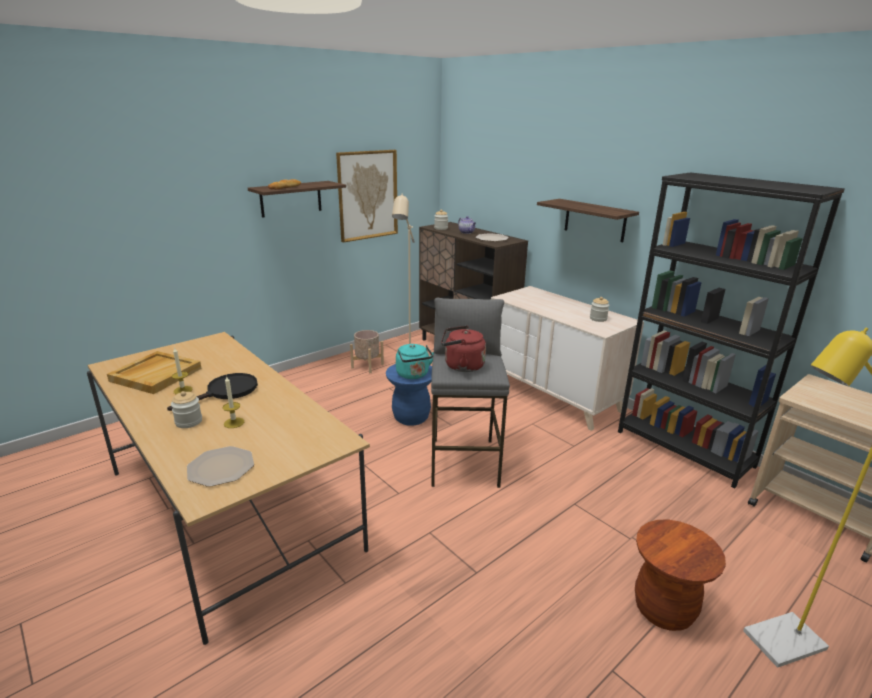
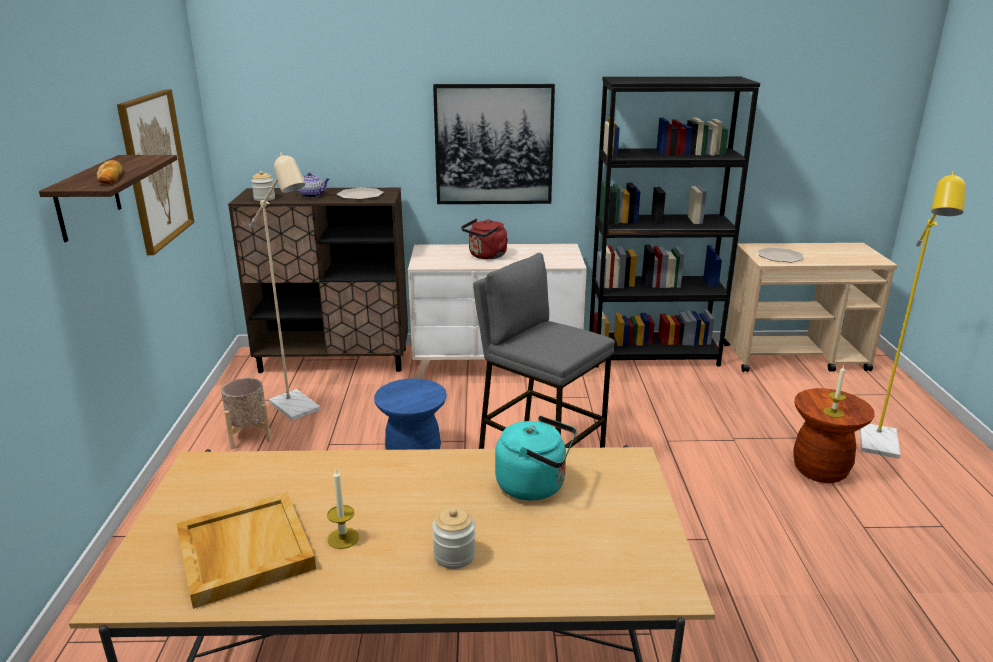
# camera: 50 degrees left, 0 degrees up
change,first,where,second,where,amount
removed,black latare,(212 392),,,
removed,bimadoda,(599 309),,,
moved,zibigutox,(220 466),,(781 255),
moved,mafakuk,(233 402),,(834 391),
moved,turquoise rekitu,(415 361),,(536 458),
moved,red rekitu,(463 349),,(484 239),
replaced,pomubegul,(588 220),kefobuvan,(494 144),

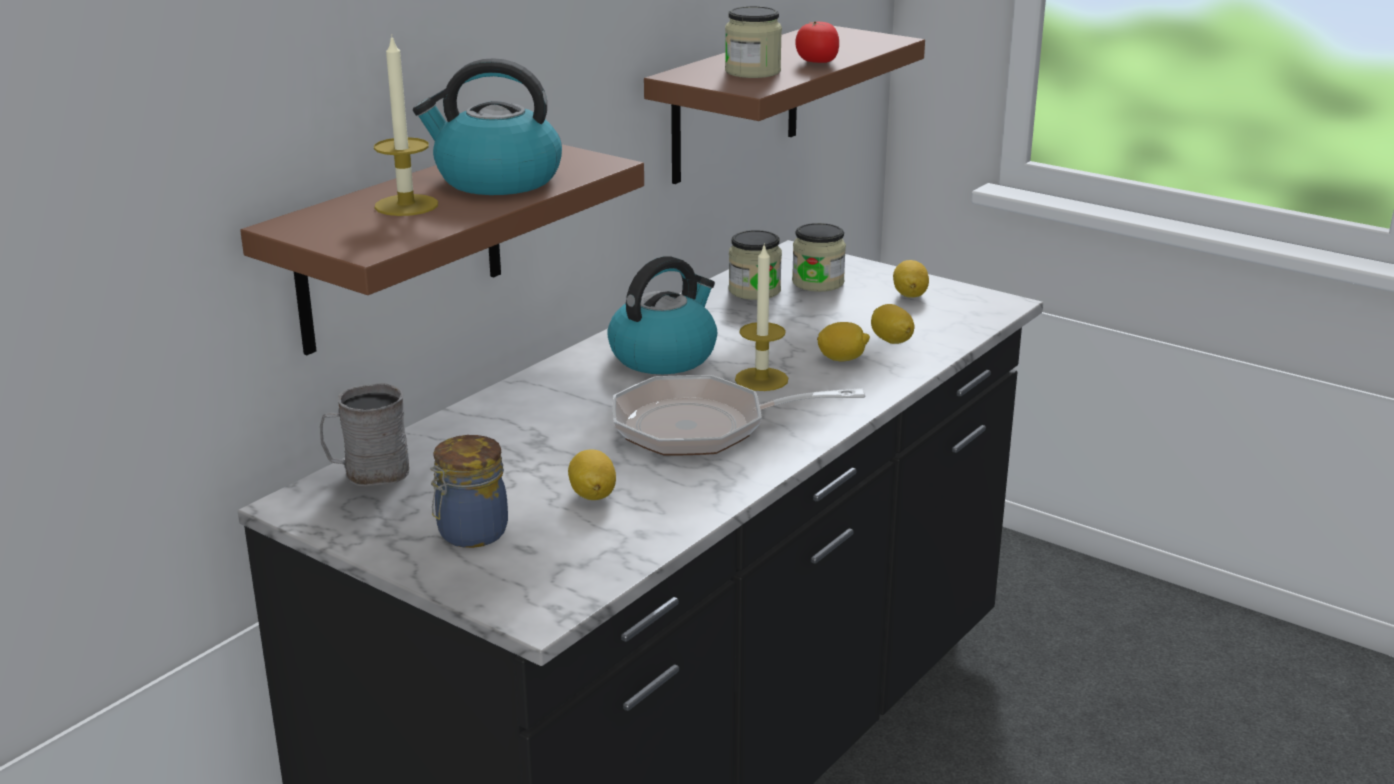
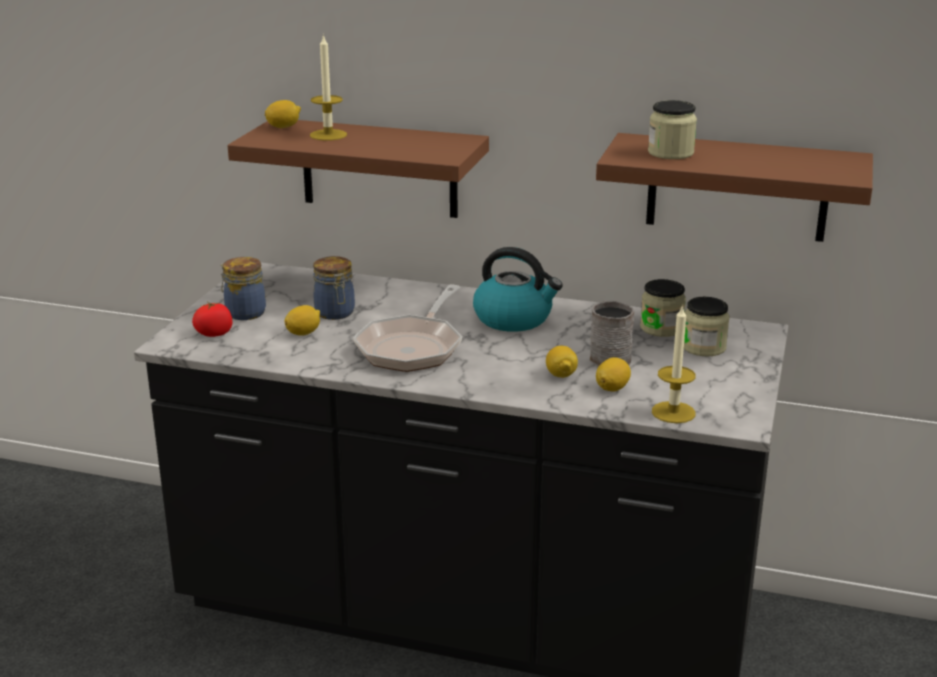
# camera: 70 degrees right, 0 degrees up
change,first,where,second,where,amount
removed,rekitu,(487 126),,,
added,,,bimadoda,(334 288),
moved,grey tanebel,(365 434),,(612 334),
moved,mafakuk,(761 317),,(674 363),
moved,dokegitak,(817 42),,(212 319),
moved,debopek,(911 279),,(283 114),
turned,latare,(739 415),,(407 328),135 degrees counterclockwise

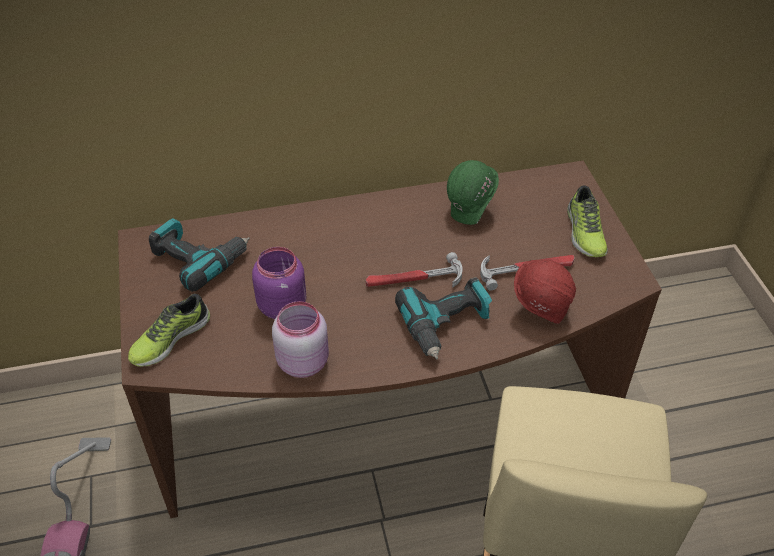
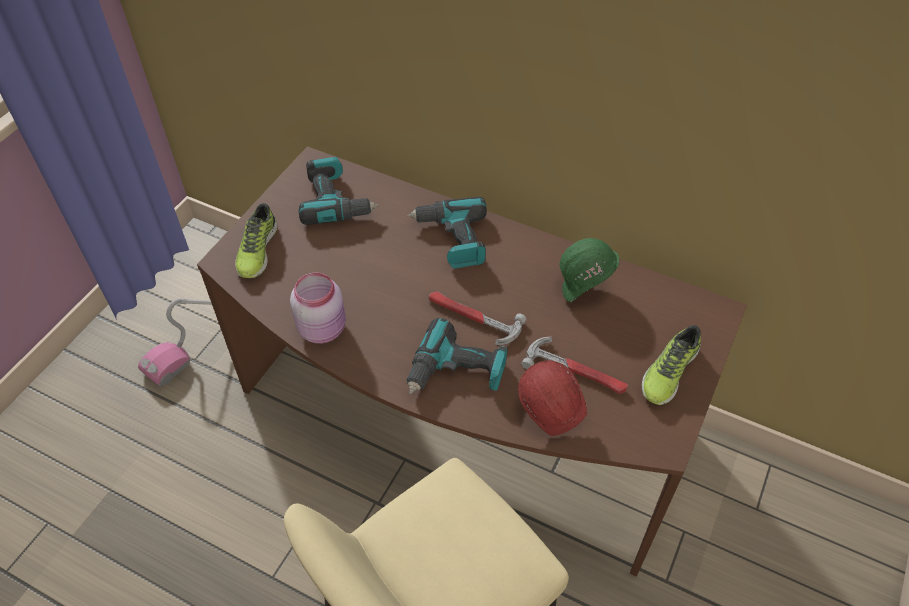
# camera: 40 degrees right, 5 degrees up
change,first,where,second,where,amount
removed,purple bimadoda,(279 283),,,
added,,,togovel,(447 233),
turned,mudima,(169 330),,(256 240),75 degrees counterclockwise

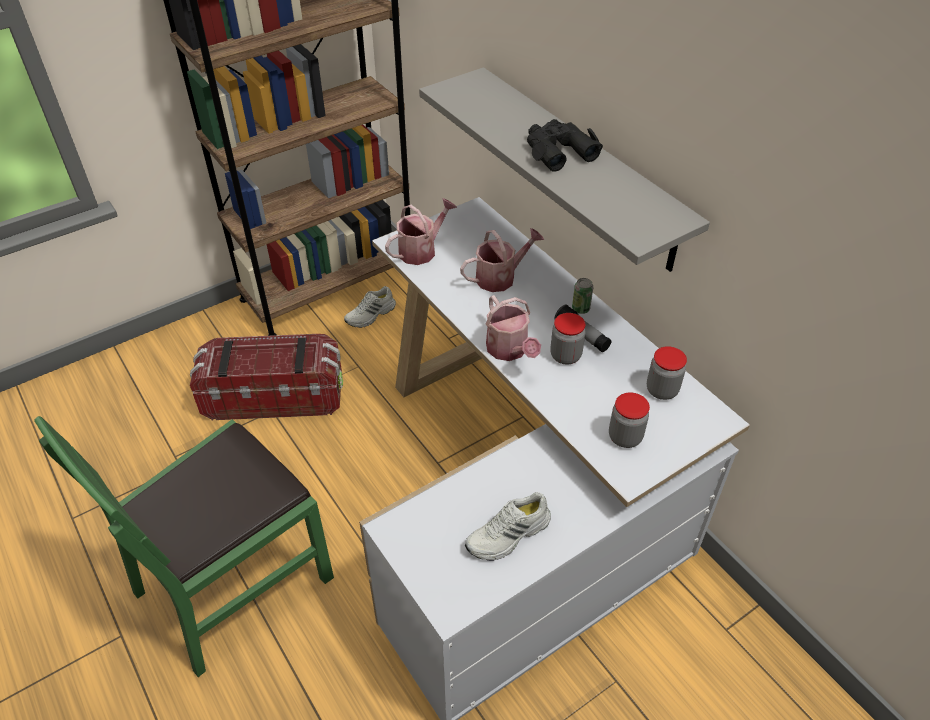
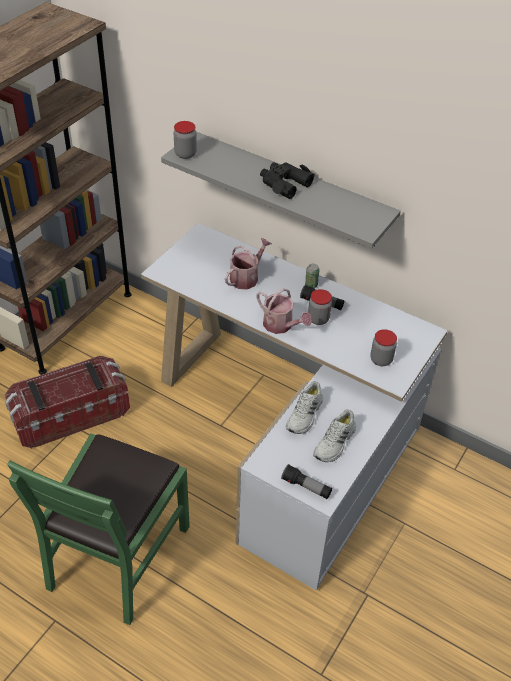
# camera: 25 degrees left, 0 degrees up
change,first,where,second,where,amount
removed,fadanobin,(421 231),,,
added,,,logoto,(306 481),
moved,white mudima,(370 307),,(304 407),
moved,bimadoda,(667 373),,(185 140),

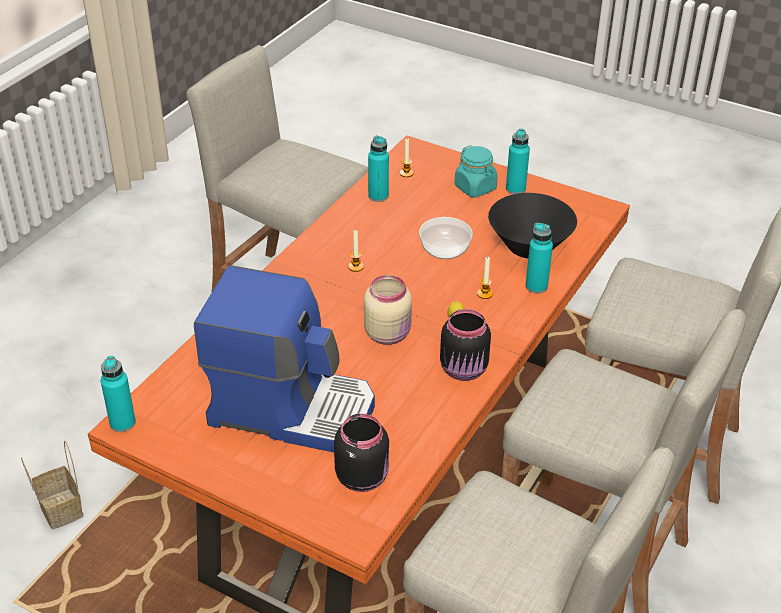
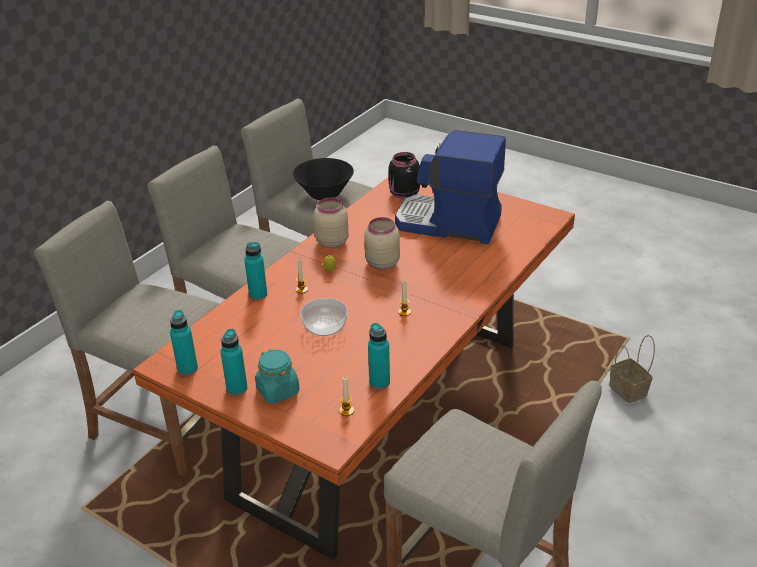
# camera: 175 degrees left, 5 degrees down
change,first,where,second,where,amount
moved,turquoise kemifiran,(118 394),,(184 343),
moved,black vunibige,(532 225),,(323 179),
recoloured,black bimadoda,(465 345),beige bimadoda,(331 223),

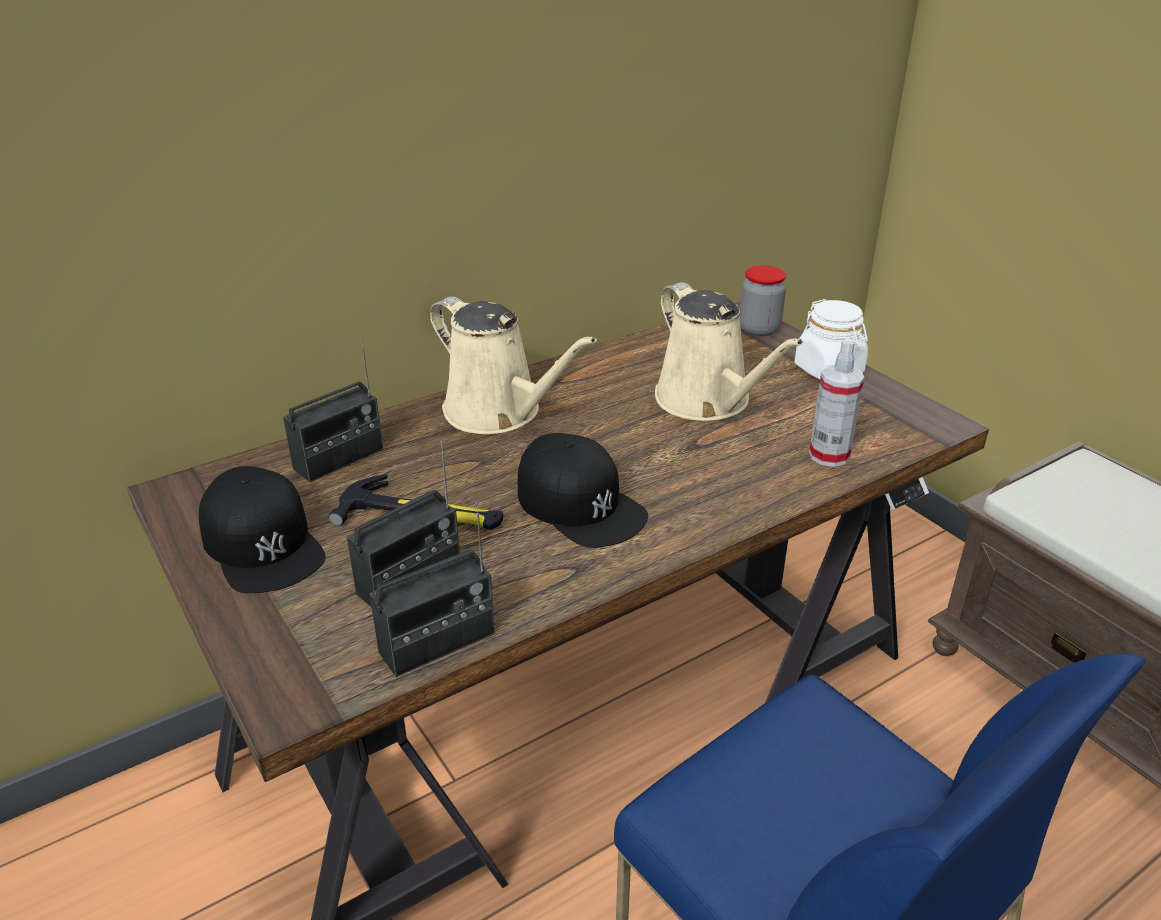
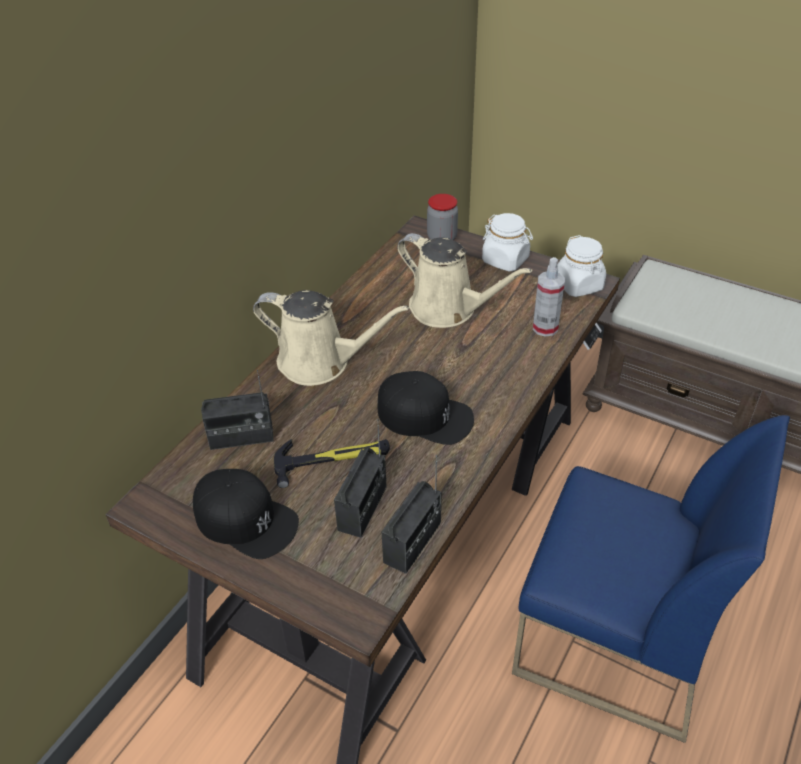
# camera: 25 degrees left, 10 degrees up
change,first,where,second,where,amount
added,,,white bimadoda,(581 266),
turned,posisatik,(333 408),,(237 410),60 degrees clockwise

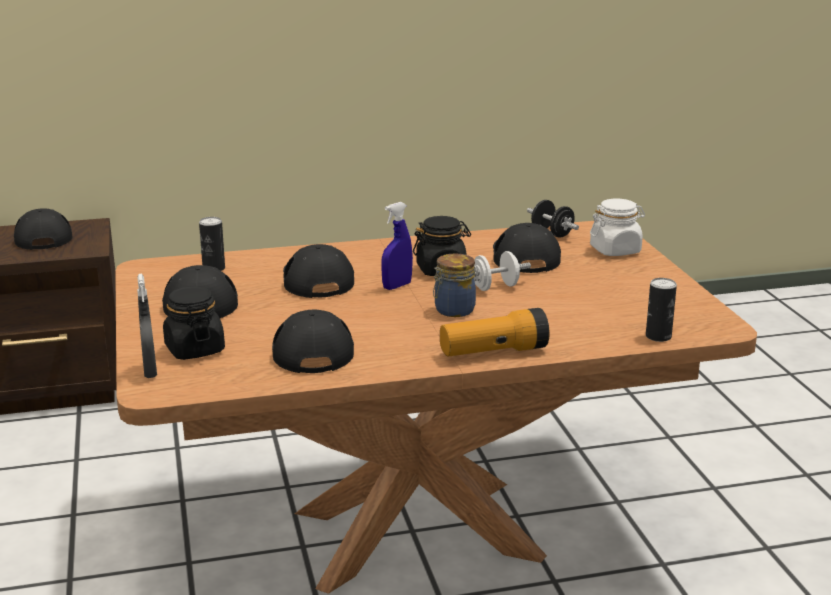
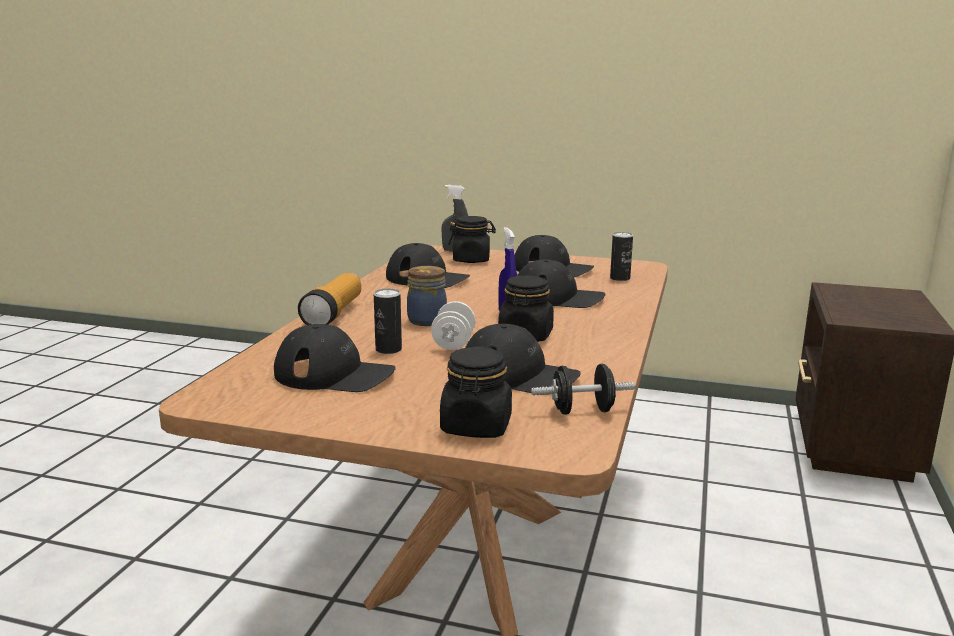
# camera: 120 degrees right, 5 degrees down
change,first,where,second,where,amount
moved,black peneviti,(43 229),,(335 358),
moved,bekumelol,(661 310),,(388 321),
recoloured,white bimadoda,(617 227),black bimadoda,(476 392),

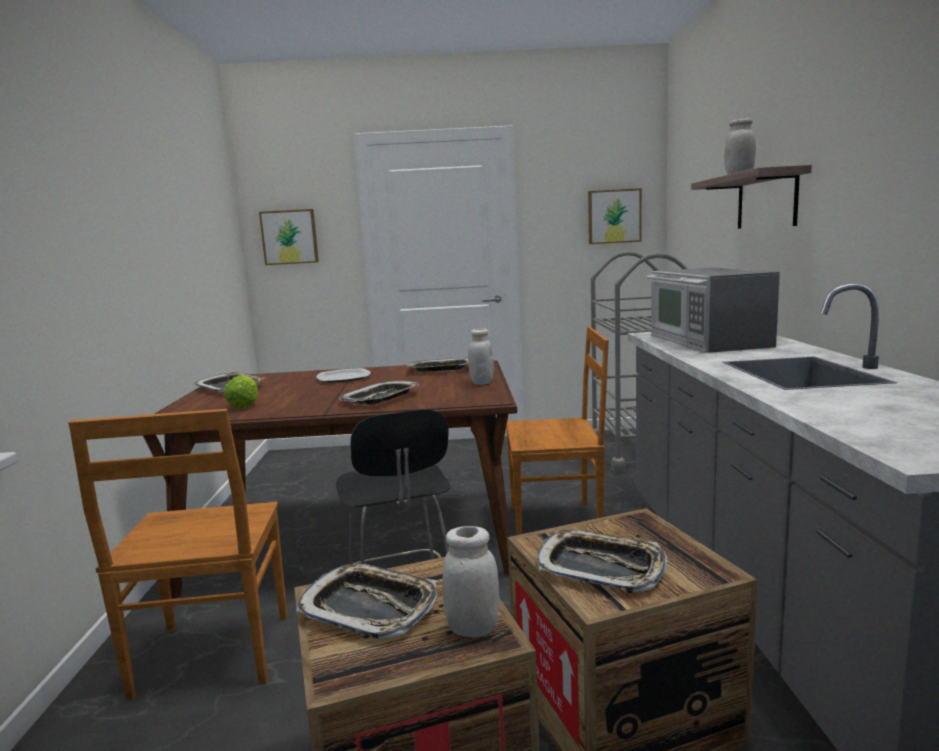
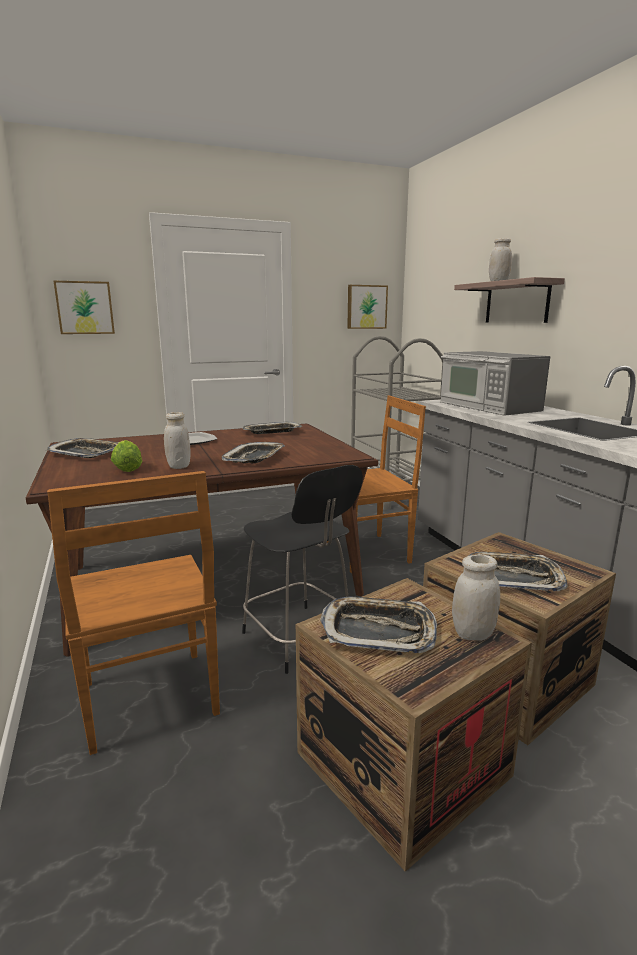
# camera: 20 degrees left, 5 degrees up
change,first,where,second,where,amount
moved,white bimadoda,(481 356),,(177 440),

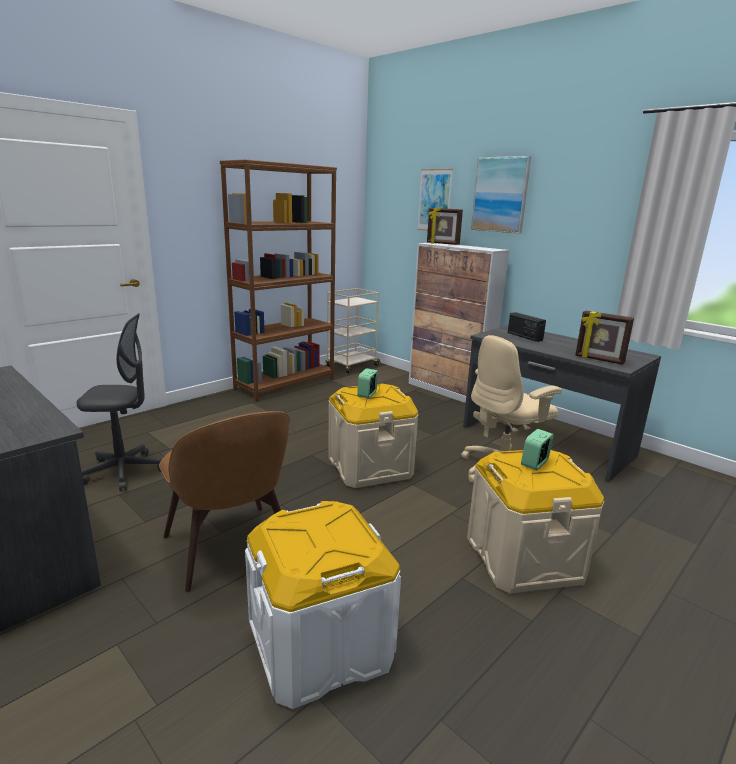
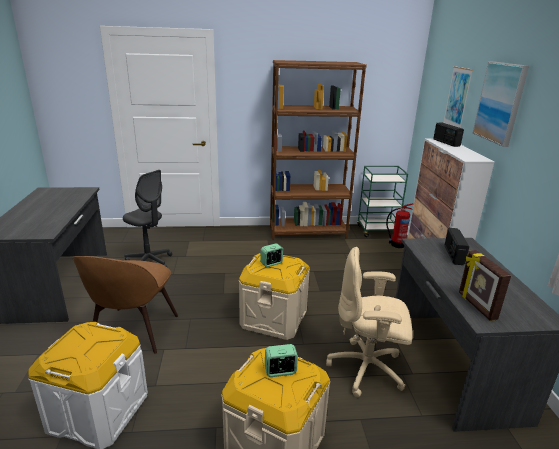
# camera: 40 degrees right, 5 degrees up
change,first,where,second,where,amount
added,,,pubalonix,(399 225),
replaced,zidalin,(445 226),posisatik,(448 134),
recoloured,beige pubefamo,(353 331),green pubefamo,(382 201),

